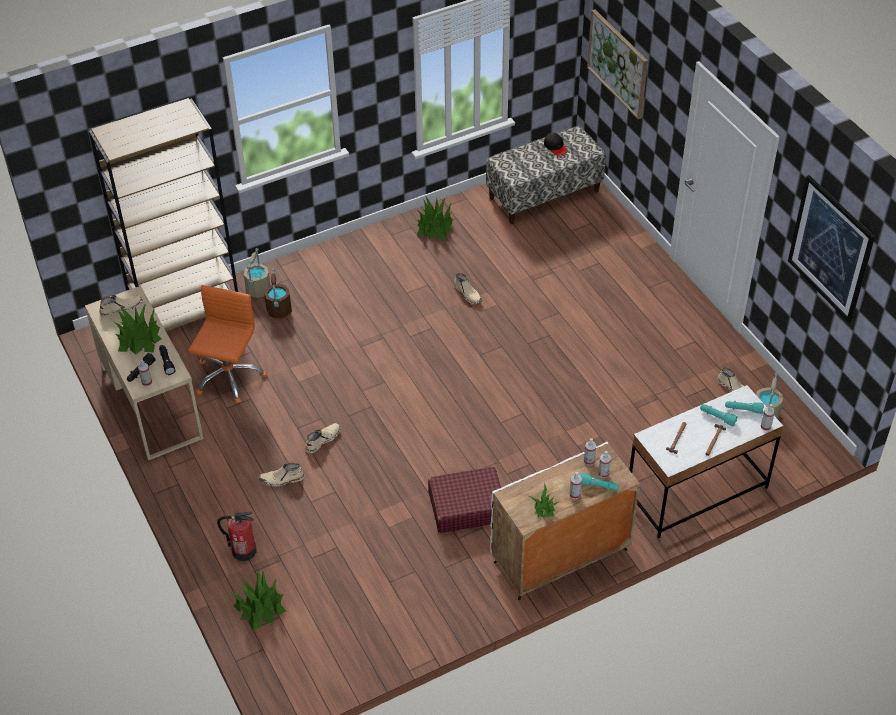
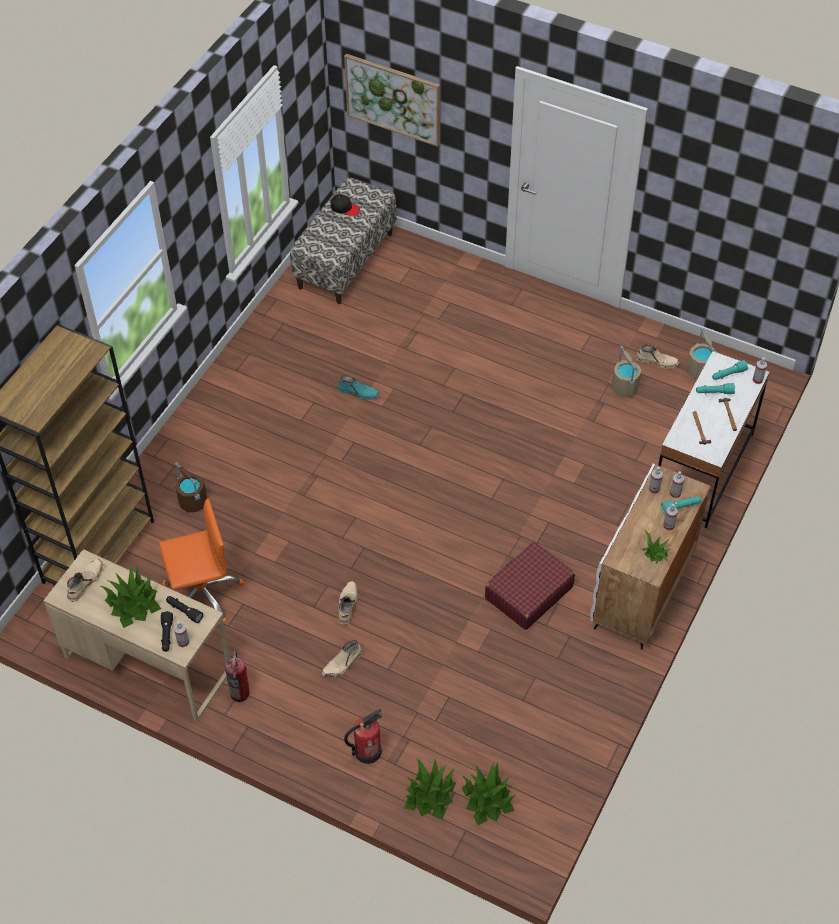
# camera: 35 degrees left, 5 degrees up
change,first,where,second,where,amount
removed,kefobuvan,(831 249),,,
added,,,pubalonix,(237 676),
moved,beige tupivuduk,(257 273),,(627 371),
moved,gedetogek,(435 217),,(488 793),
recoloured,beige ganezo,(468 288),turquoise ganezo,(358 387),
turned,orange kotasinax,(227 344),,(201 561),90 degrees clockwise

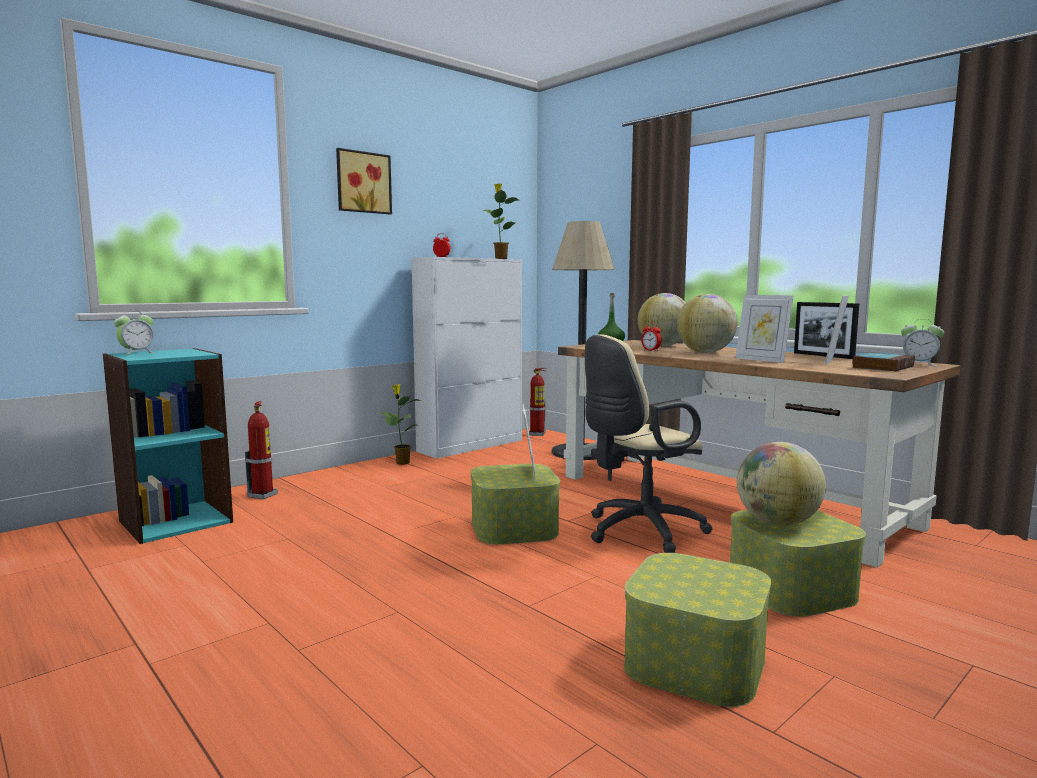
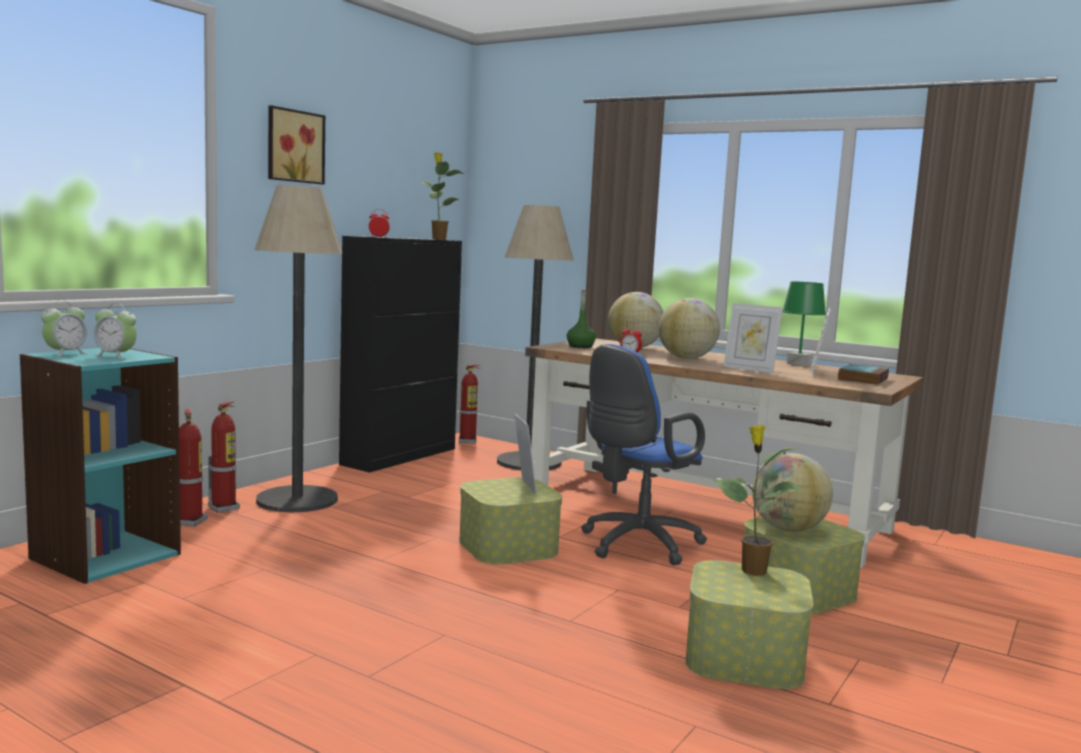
# camera: 15 degrees left, 0 degrees up
change,first,where,second,where,amount
added,,,pubalonix,(224 457),
added,,,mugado,(298 348),
moved,gedetogek,(400 424),,(758 500),
moved,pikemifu,(922 343),,(115 331),
replaced,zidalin,(826 330),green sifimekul,(804 323),
recoloured,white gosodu,(466 358),black gosodu,(400 354),
recoloured,beige kotasinax,(649 443),blue kotasinax,(644 454),

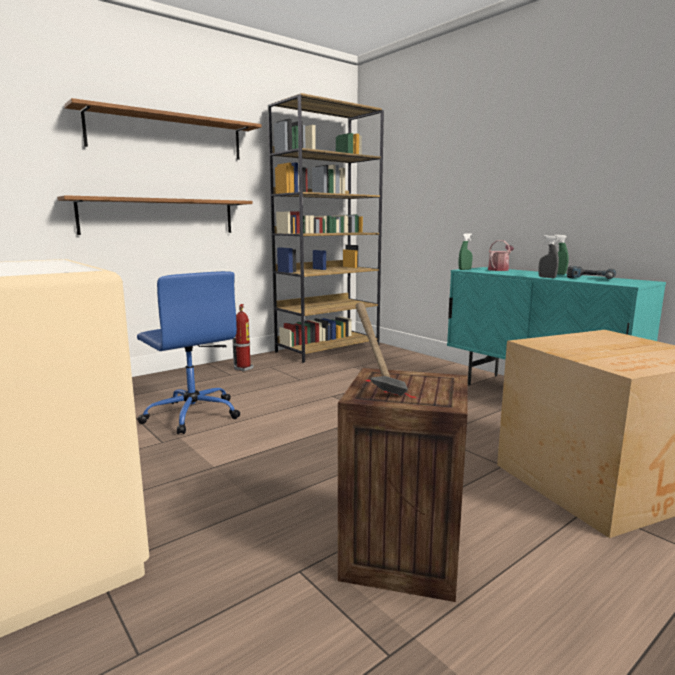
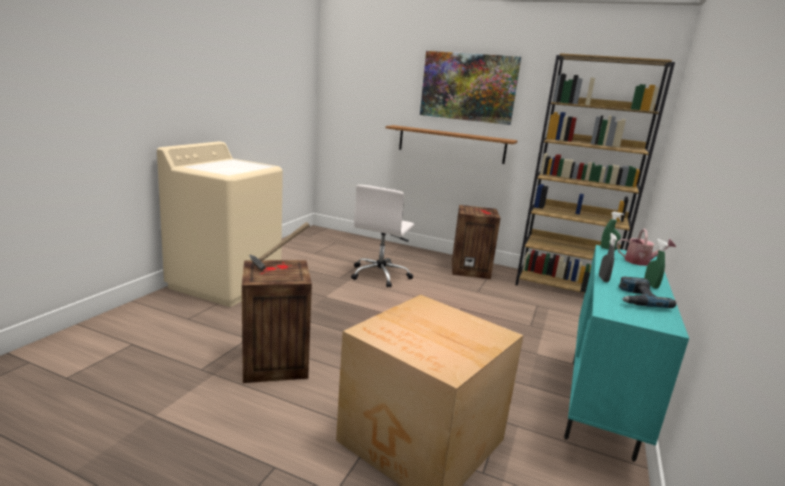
# camera: 60 degrees right, 5 degrees up
change,first,where,second,where,amount
replaced,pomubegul,(163 129),kefobuvan,(470 88),
replaced,pubalonix,(243 338),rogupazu,(476 242),
recoloured,blue kotasinax,(188 352),white kotasinax,(382 236),

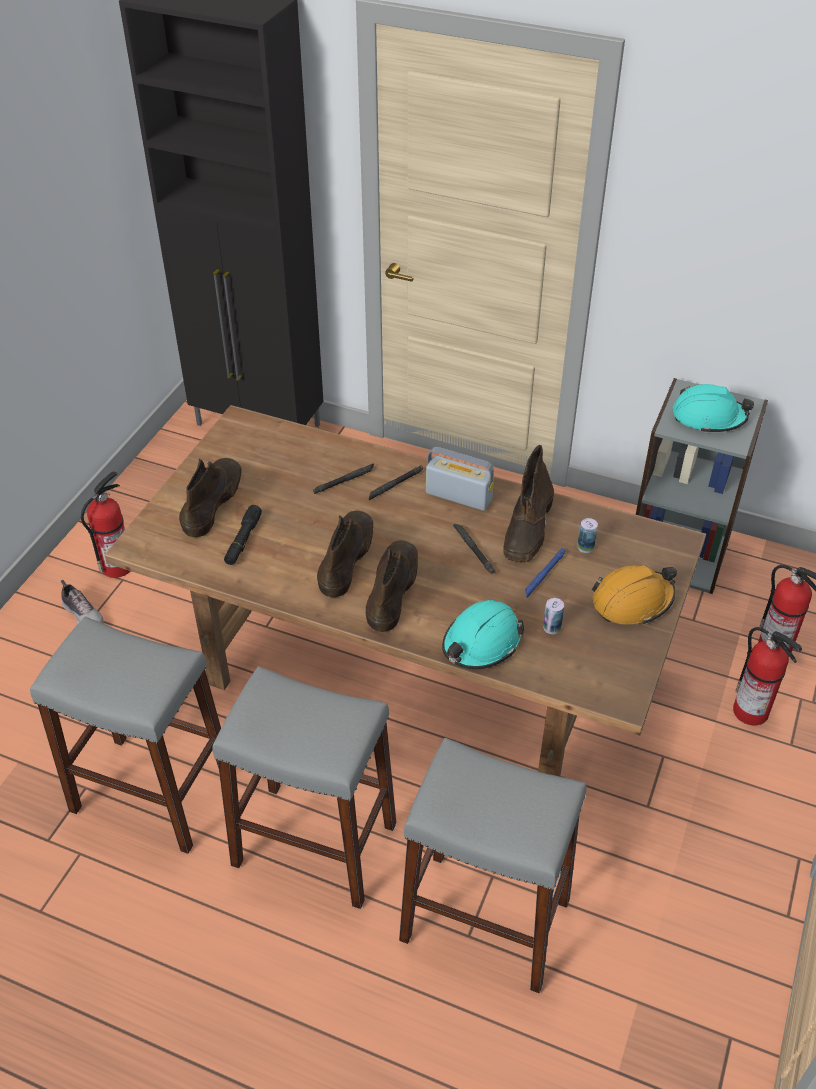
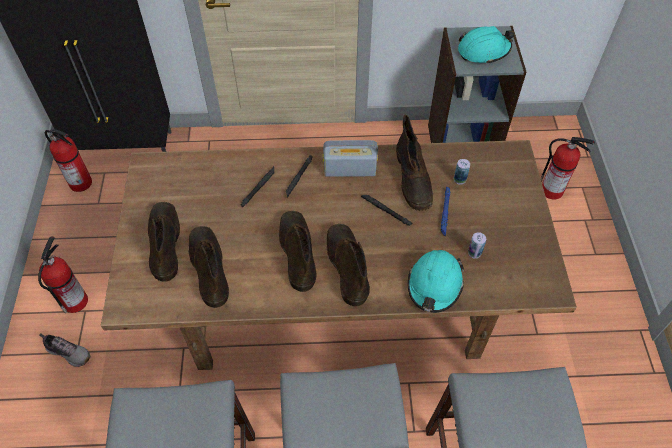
# camera: 25 degrees left, 10 degrees up
change,first,where,second,where,amount
removed,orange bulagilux,(634 594),,,
moved,pubalonix,(767 676),,(68 160),
replaced,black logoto,(243 535),brown ganezo,(208 267),

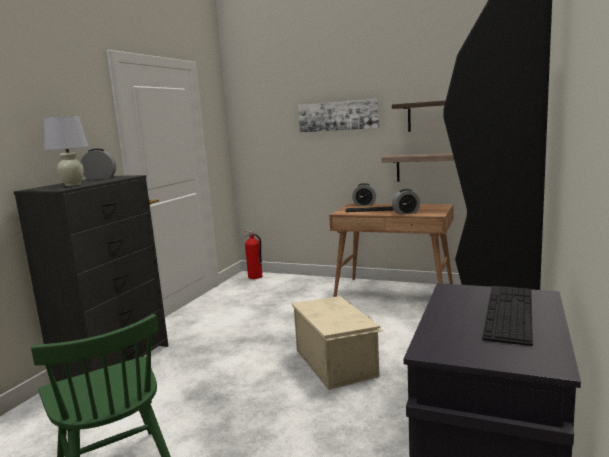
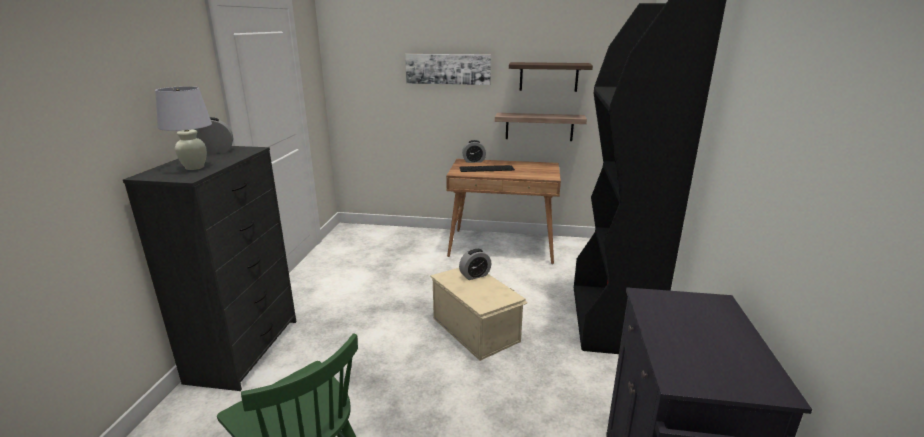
# camera: 15 degrees left, 10 degrees up
change,first,where,second,where,amount
removed,pubalonix,(252 254),,,
removed,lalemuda,(507 316),,,
moved,pikemifu,(406 202),,(475 264),

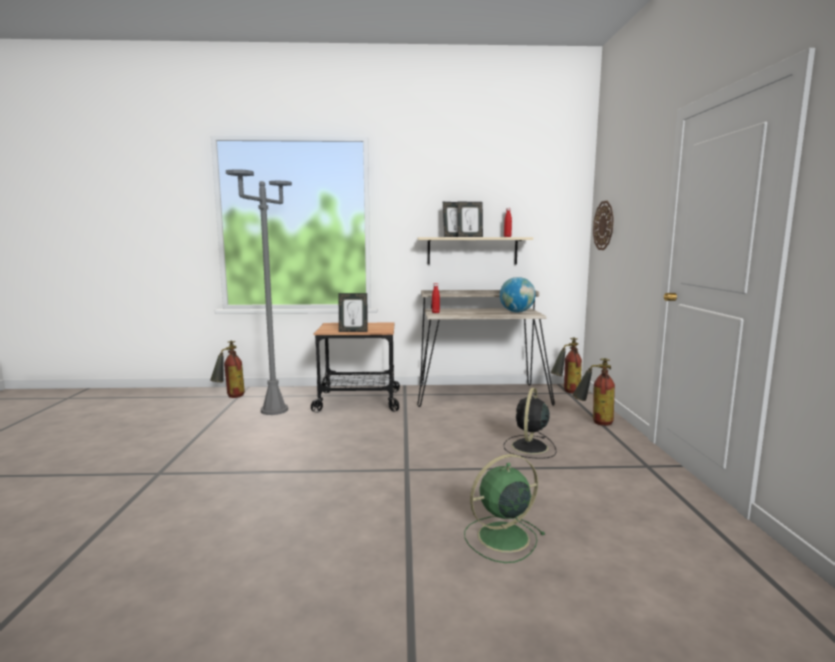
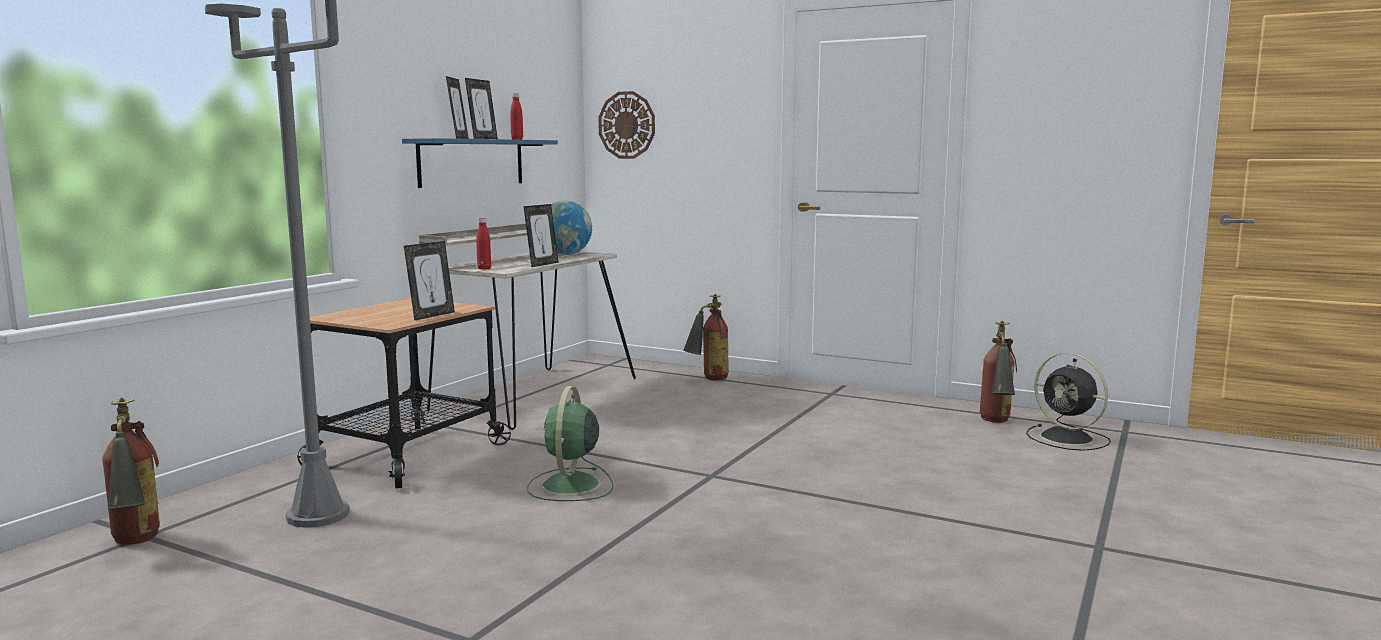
# camera: 60 degrees left, 0 degrees up
change,first,where,second,where,amount
added,,,zidalin,(541 235),
moved,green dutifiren,(504 508),,(570 443),
moved,black dutifiren,(530 423),,(1068 402),
moved,pubalonix,(566 365),,(998 372),
recoloured,beige pomubegul,(475 251),blue pomubegul,(480 163),

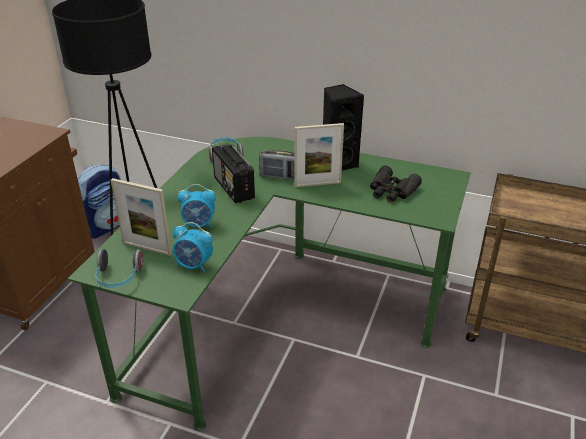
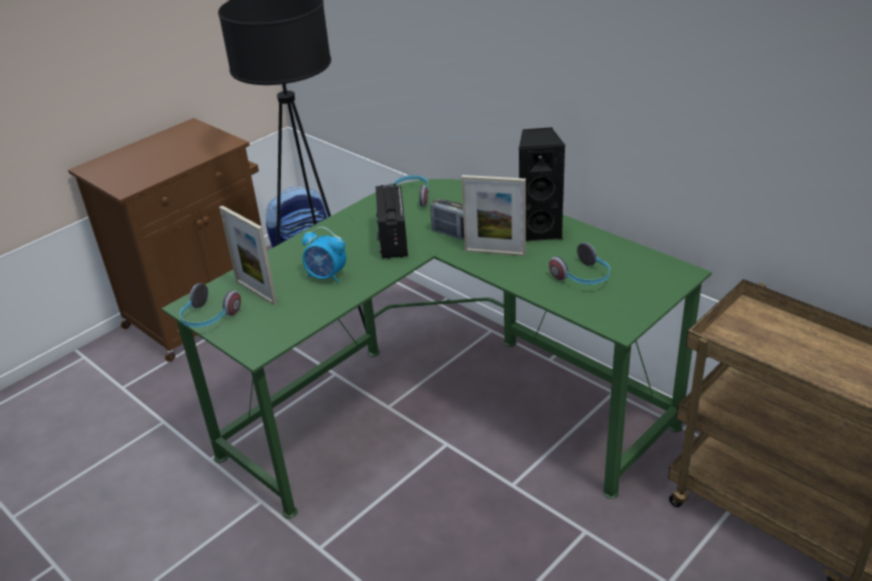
# camera: 25 degrees right, 0 degrees up
change,first,where,second,where,amount
removed,pikemifu,(193 247),,,
replaced,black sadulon,(396 184),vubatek,(579 263),

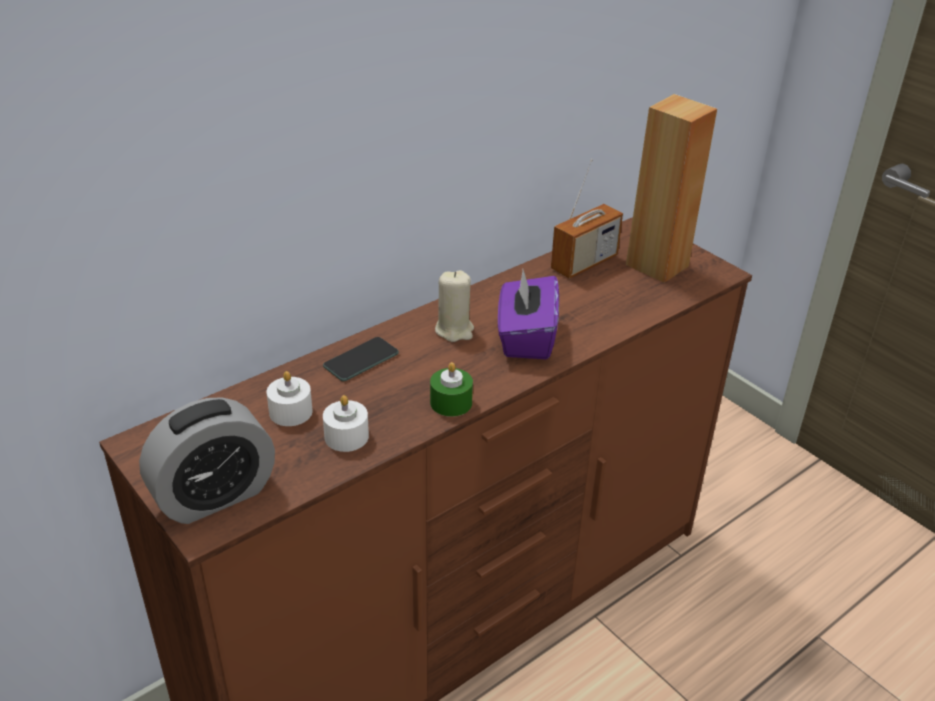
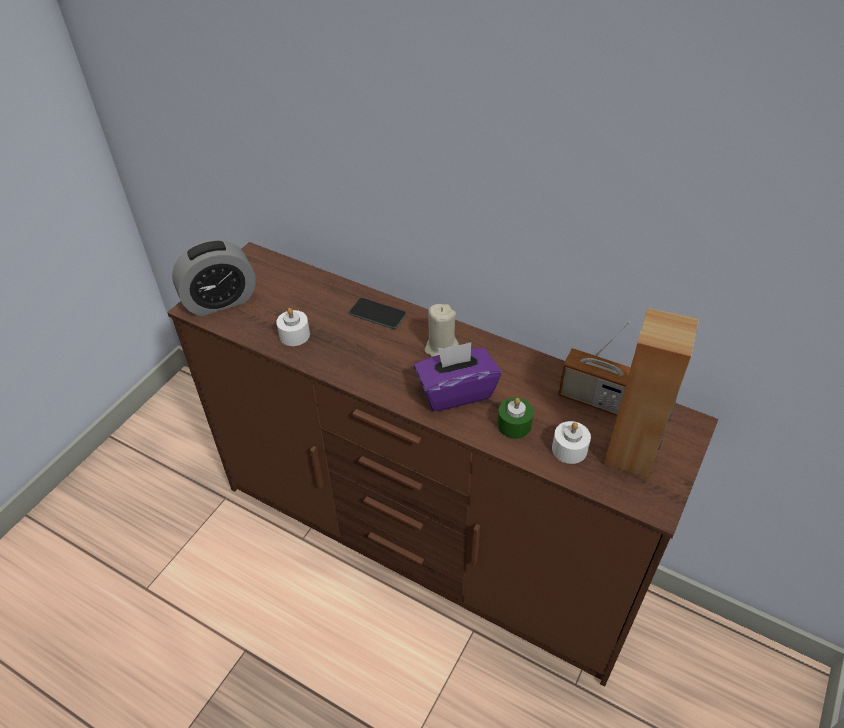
# camera: 70 degrees right, 10 degrees up
change,first,where,second,where,amount
moved,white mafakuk,(290 398),,(571 442),
moved,green mafakuk,(451 389),,(515 418),
turned,pikemifu,(207 460),,(214 278),60 degrees counterclockwise

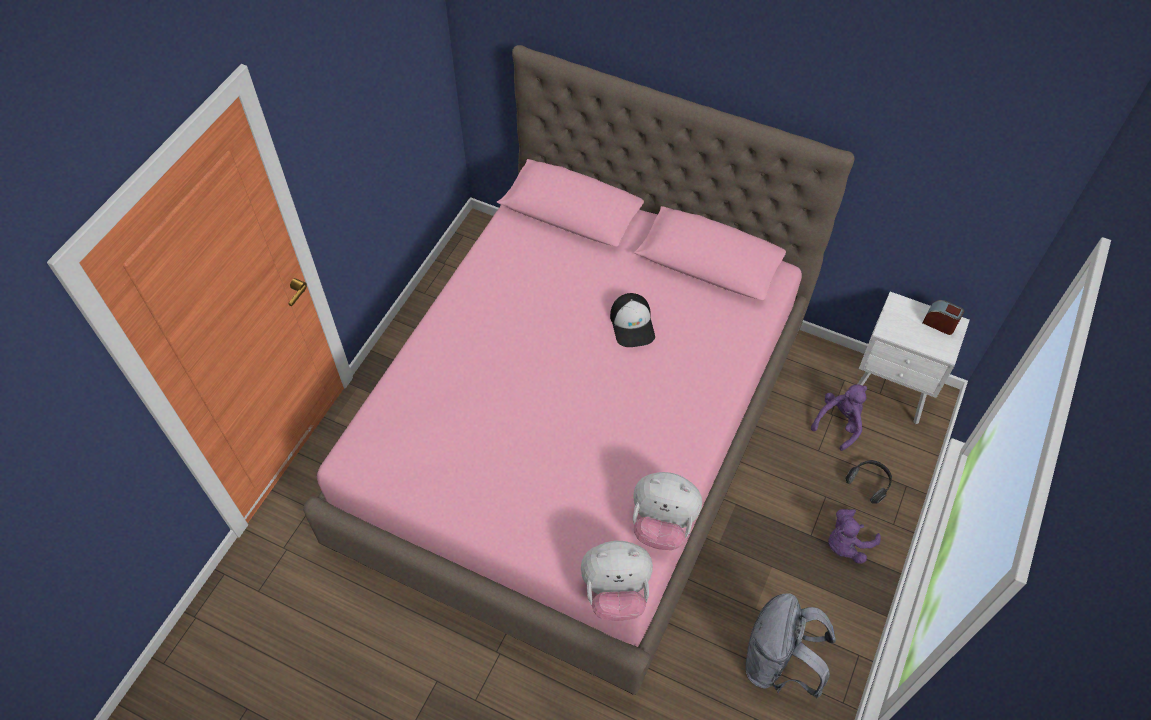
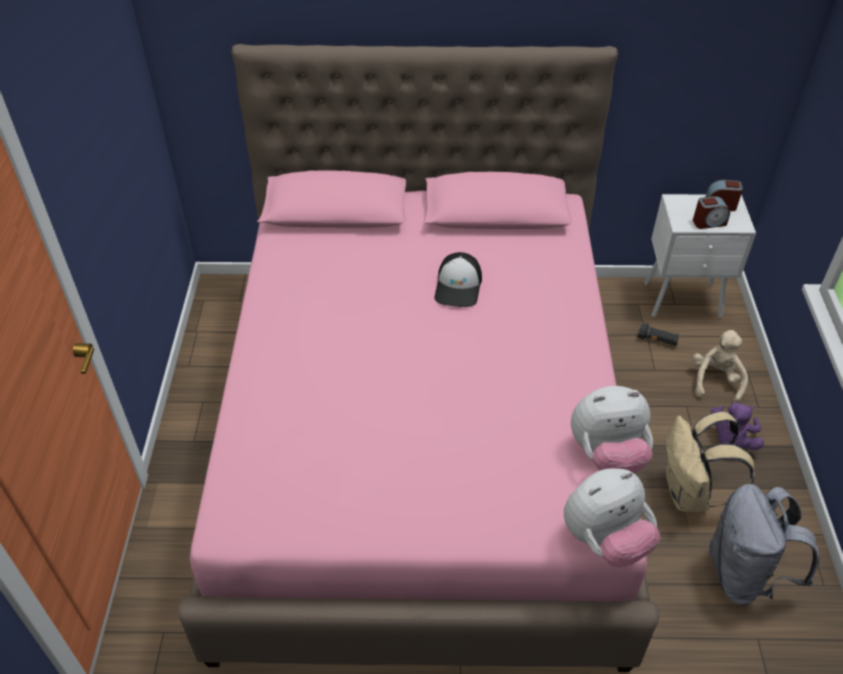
# camera: 25 degrees left, 10 degrees down
change,first,where,second,where,amount
added,,,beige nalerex,(710 461),
added,,,pikemifu,(711 212),
replaced,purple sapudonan,(839 417),black logoto,(658 334),
replaced,vubatek,(869 482),beige sapudonan,(720 366),
turned,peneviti,(632 320),,(458 279),45 degrees clockwise

